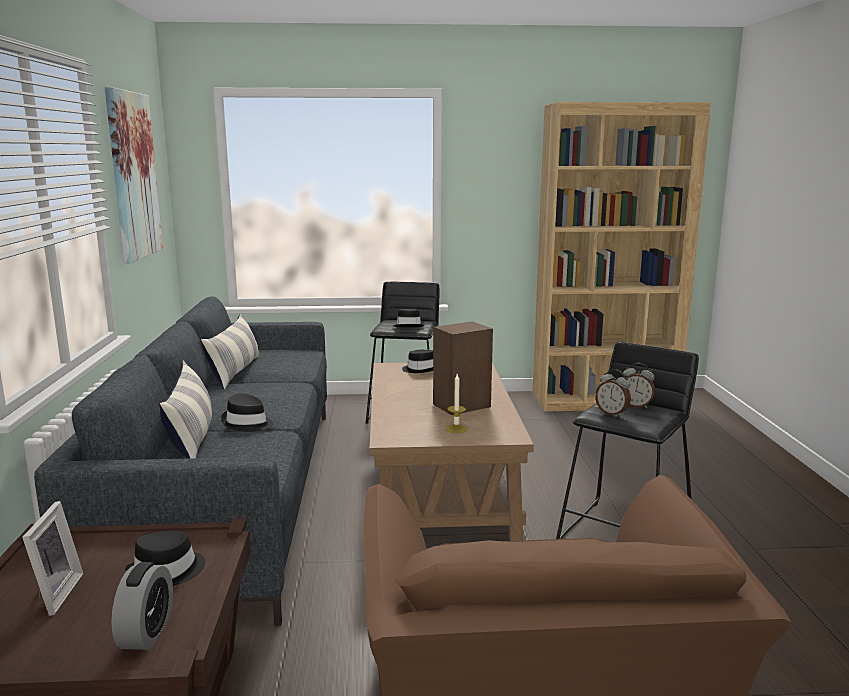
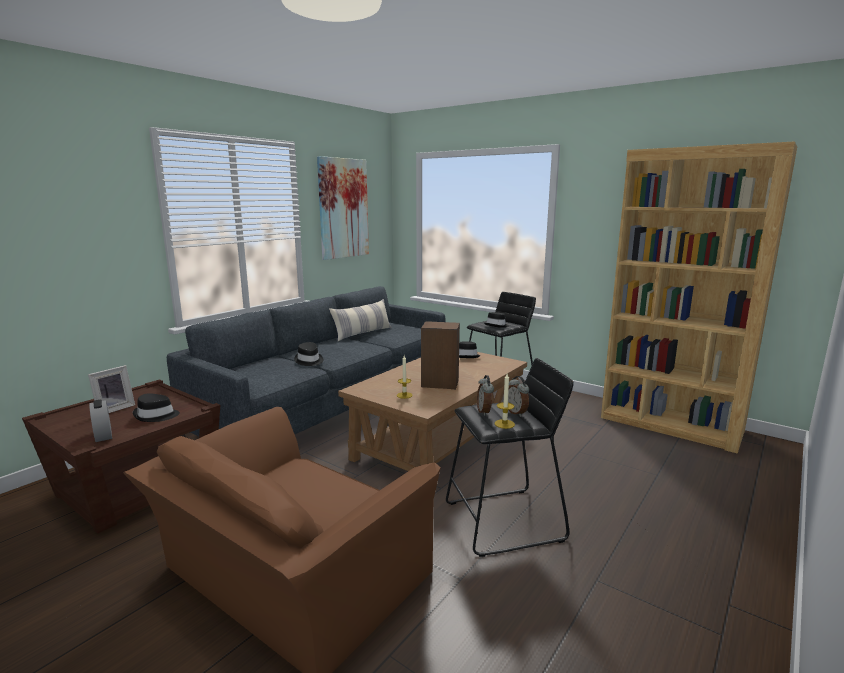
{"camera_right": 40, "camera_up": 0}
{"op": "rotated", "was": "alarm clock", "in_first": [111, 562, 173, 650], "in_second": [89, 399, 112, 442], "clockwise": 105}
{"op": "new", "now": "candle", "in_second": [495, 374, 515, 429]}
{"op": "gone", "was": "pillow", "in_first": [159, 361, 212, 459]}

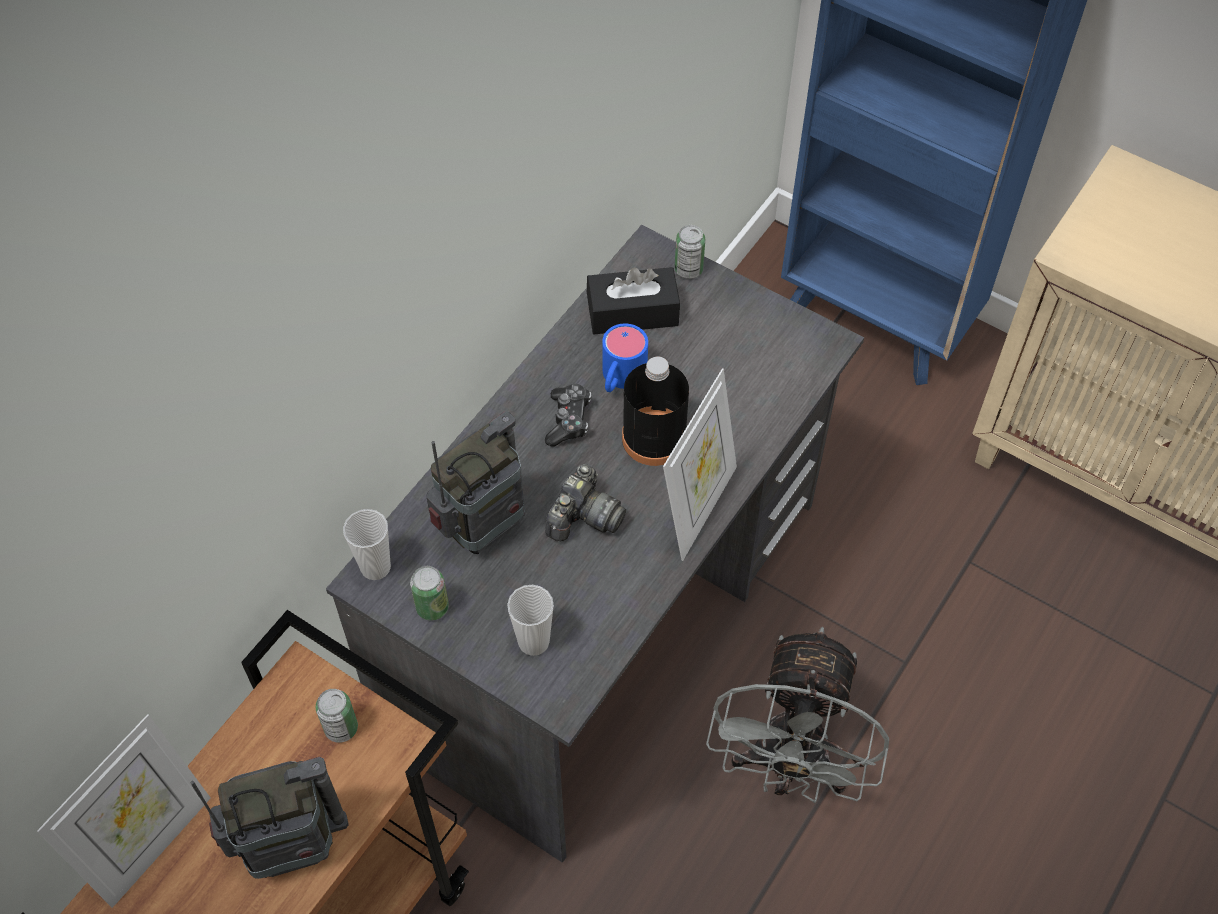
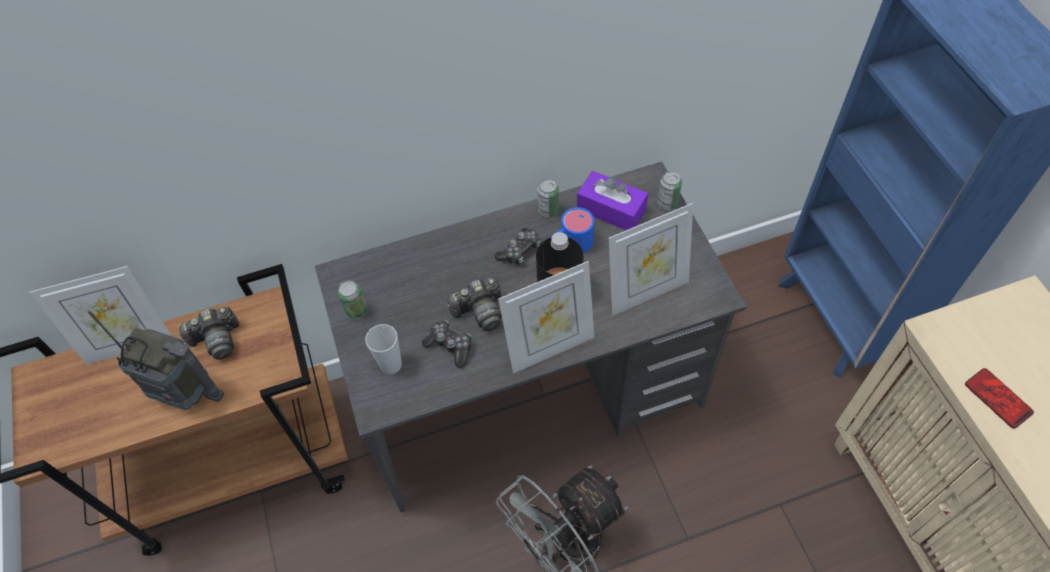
{"camera_right": 40, "camera_up": 0}
{"op": "new", "now": "photo camera", "in_second": [179, 307, 239, 360]}
{"op": "new", "now": "game controller", "in_second": [422, 320, 471, 368]}
{"op": "shifted", "was": "can", "in_first": [316, 689, 358, 743], "in_second": [537, 179, 559, 218]}
{"op": "repainted", "was": "black tissue box", "now": "purple tissue box", "in_first": [587, 267, 680, 334], "in_second": [577, 171, 648, 230]}
{"op": "new", "now": "picture frame", "in_second": [609, 203, 693, 315]}
{"op": "new", "now": "phone", "in_second": [965, 368, 1034, 429]}
{"op": "gone", "was": "cup", "in_first": [343, 509, 391, 580]}
{"op": "gone", "was": "radio", "in_first": [426, 411, 525, 554]}

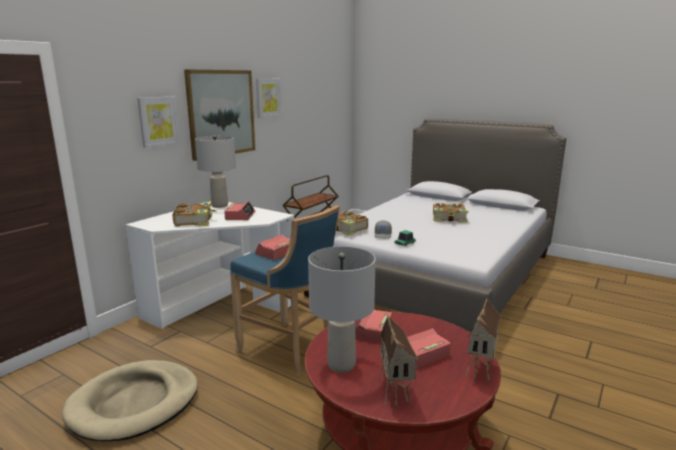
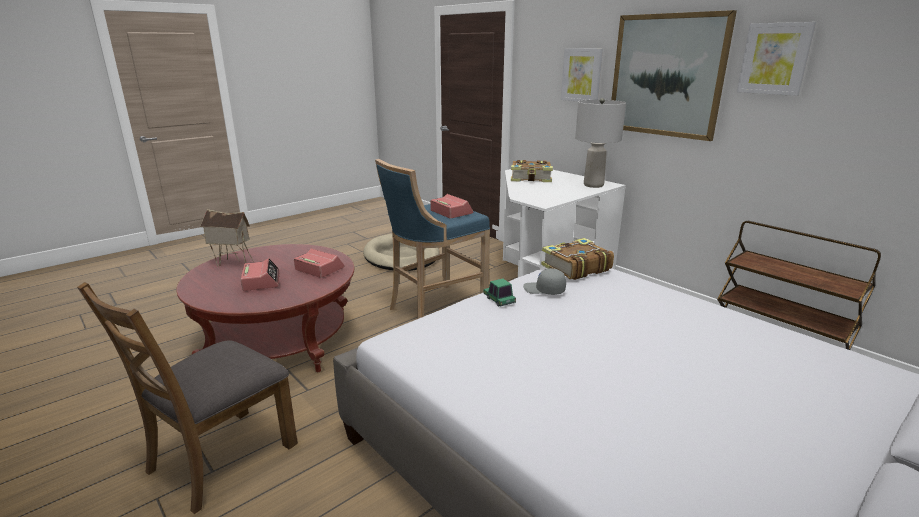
{"camera_right": 105, "camera_up": 5}
{"op": "new", "now": "brown chair", "in_second": [77, 282, 298, 514]}
{"op": "gone", "was": "alarm clock", "in_first": [224, 201, 255, 220]}
{"op": "gone", "was": "grey table lamp", "in_first": [308, 246, 376, 373]}
{"op": "gone", "was": "book", "in_first": [433, 203, 468, 222]}
{"op": "gone", "was": "toy house", "in_first": [466, 298, 501, 381]}

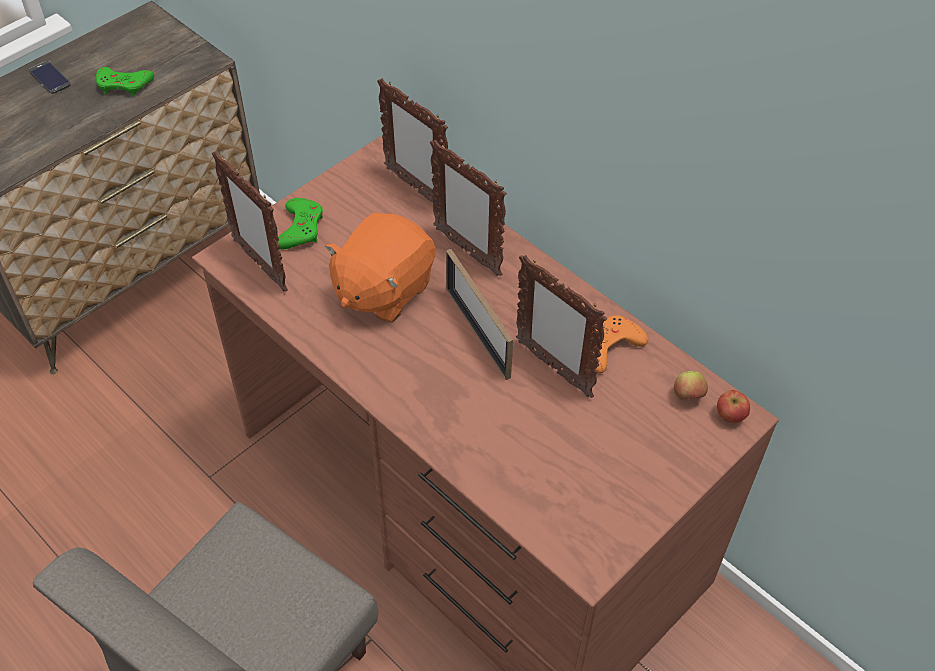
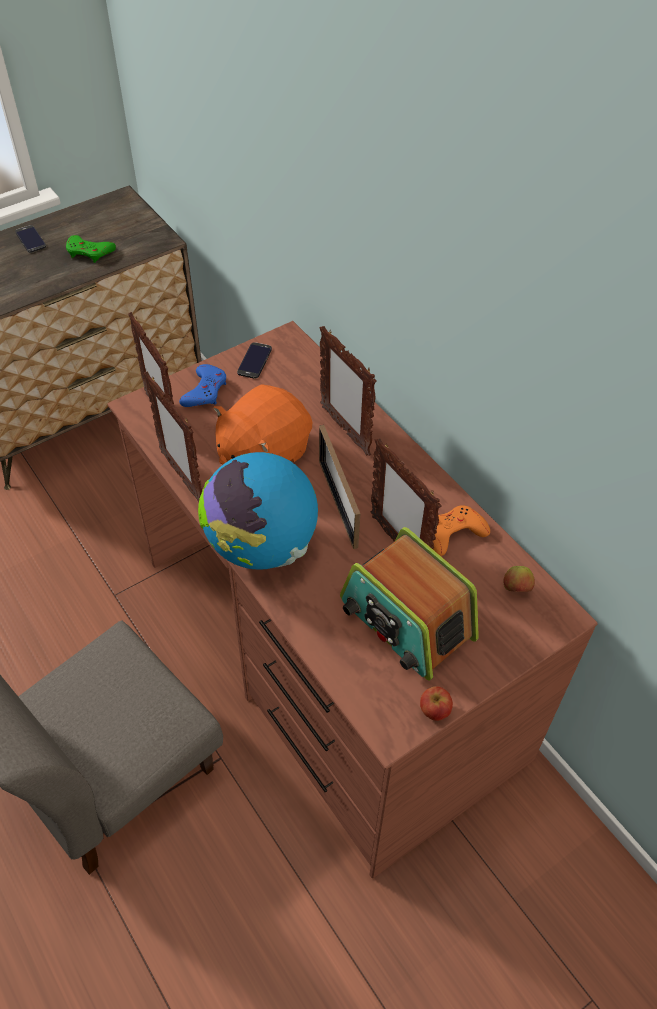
{"camera_right": 10, "camera_up": 0}
{"op": "shifted", "was": "picture frame", "in_first": [377, 78, 448, 207], "in_second": [144, 371, 202, 502]}
{"op": "repainted", "was": "green game controller", "now": "blue game controller", "in_first": [278, 198, 323, 249], "in_second": [179, 364, 226, 407]}
{"op": "new", "now": "globe", "in_second": [198, 452, 318, 570]}
{"op": "new", "now": "phone", "in_second": [237, 342, 272, 379]}
{"op": "new", "now": "radio", "in_second": [340, 527, 479, 681]}
{"op": "shifted", "was": "apple", "in_first": [717, 390, 750, 423], "in_second": [420, 686, 453, 721]}

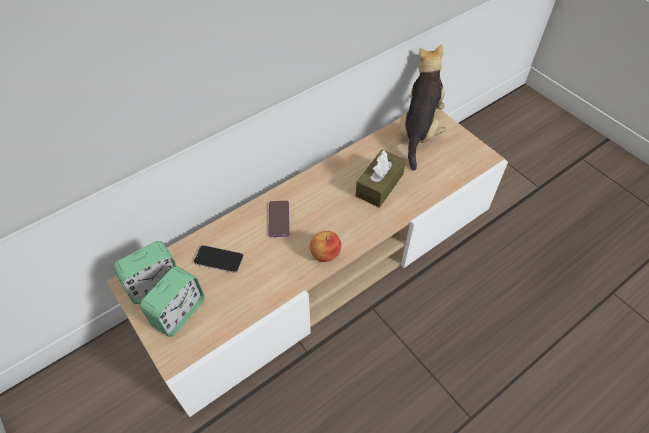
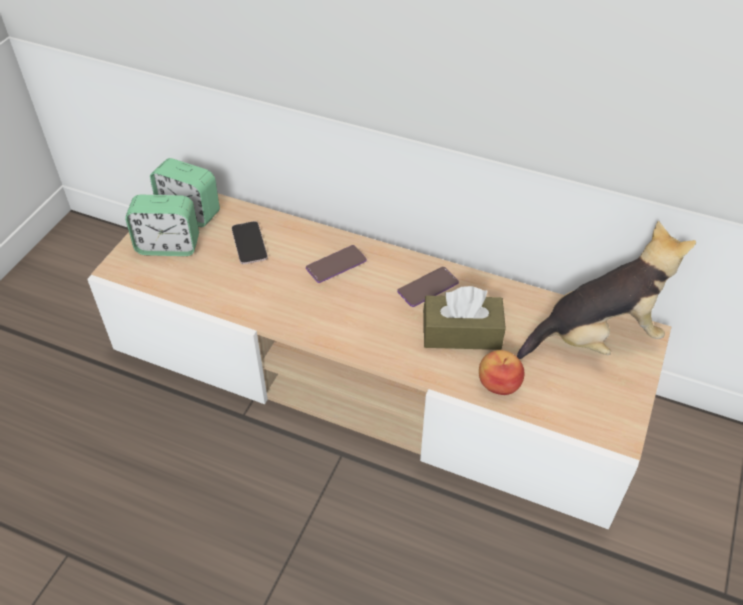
{"camera_right": 60, "camera_up": -5}
{"op": "new", "now": "phone", "in_second": [397, 267, 459, 307]}
{"op": "shifted", "was": "apple", "in_first": [310, 231, 341, 262], "in_second": [479, 350, 524, 395]}

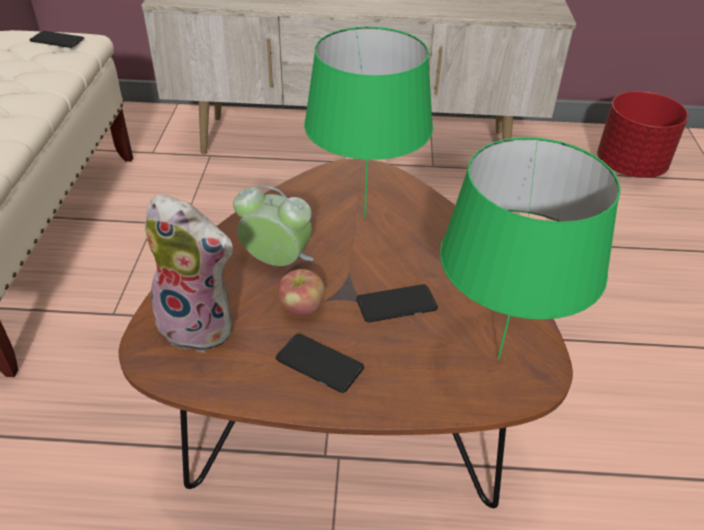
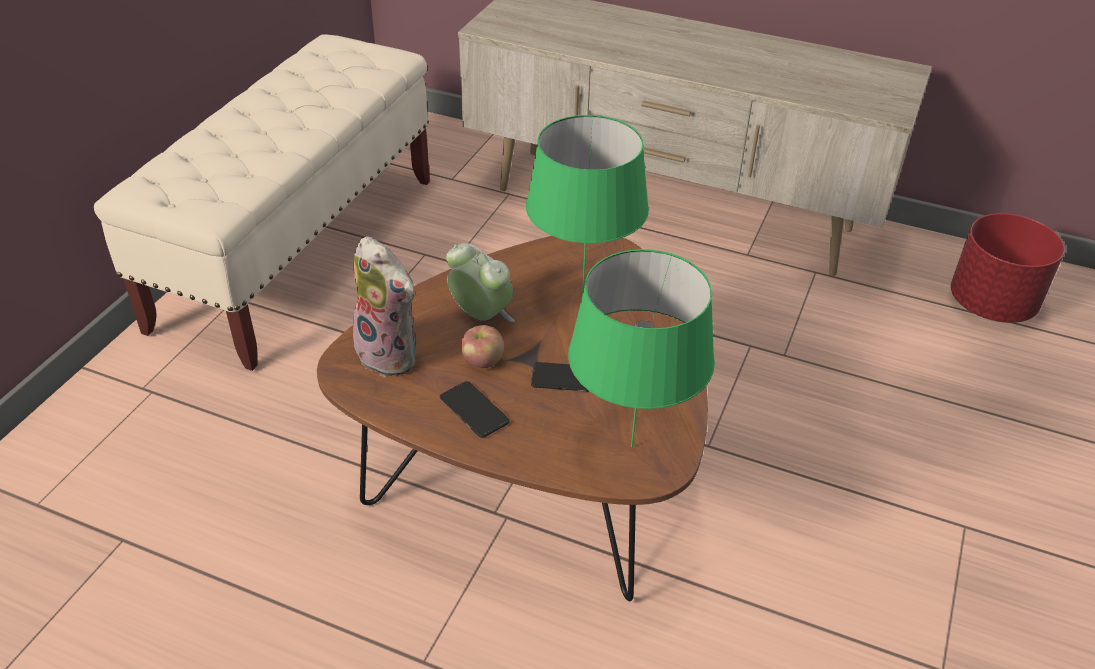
{"camera_right": 20, "camera_up": 0}
{"op": "gone", "was": "phone", "in_first": [30, 31, 84, 48]}

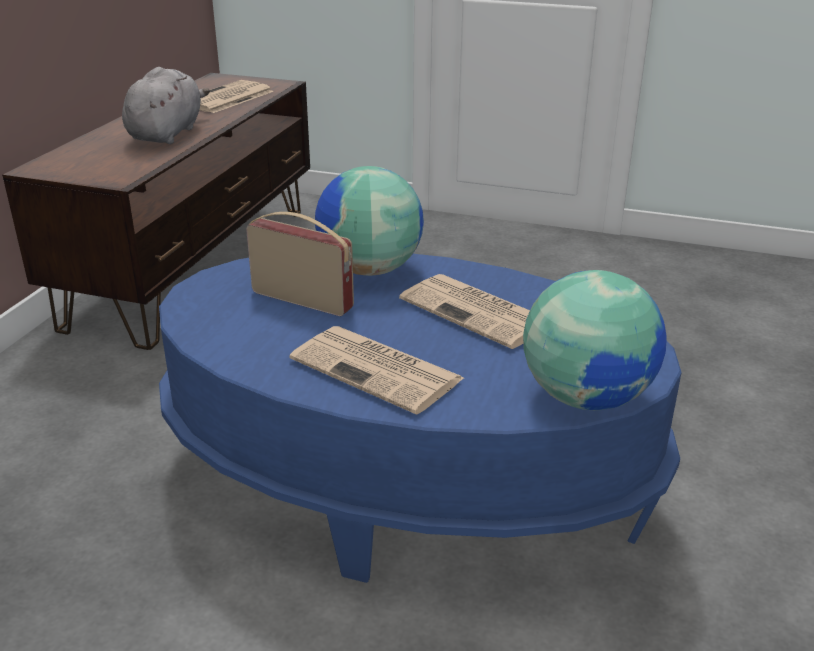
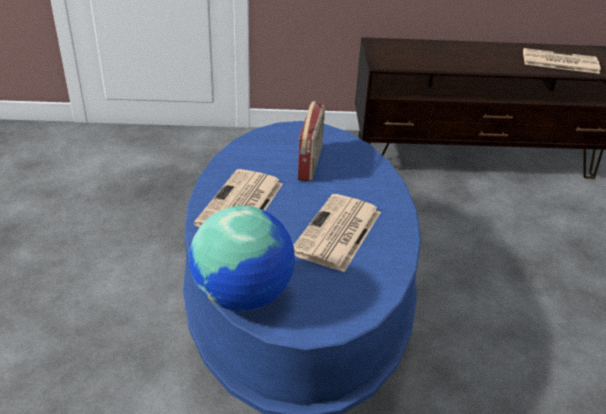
{"camera_right": 70, "camera_up": 5}
{"op": "gone", "was": "grey plush toy", "in_first": [122, 67, 210, 144]}
{"op": "gone", "was": "globe", "in_first": [315, 166, 424, 276]}

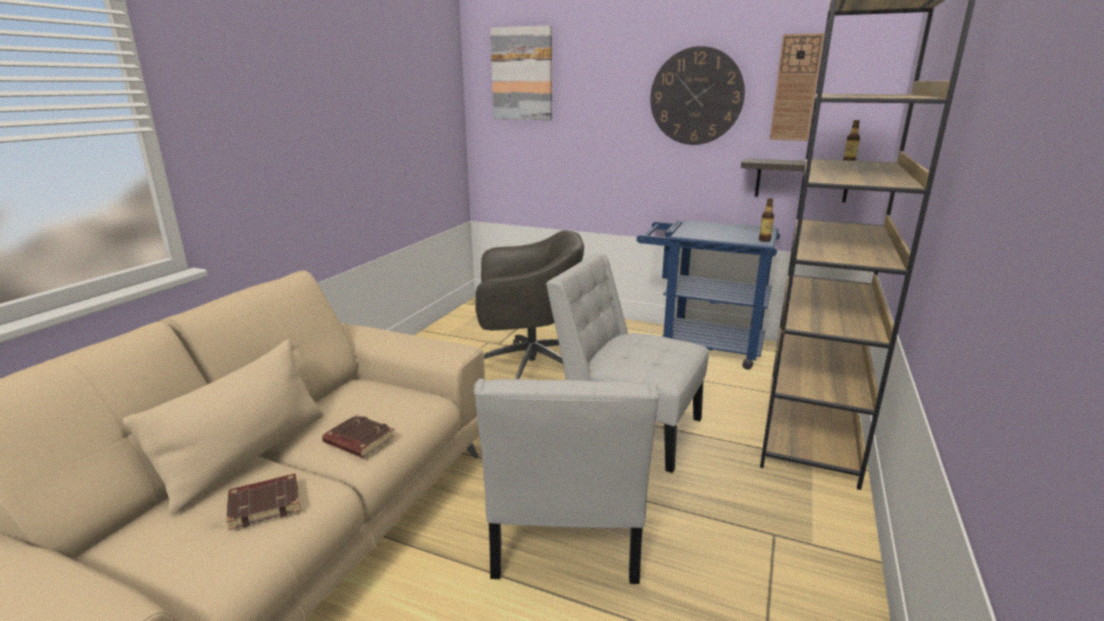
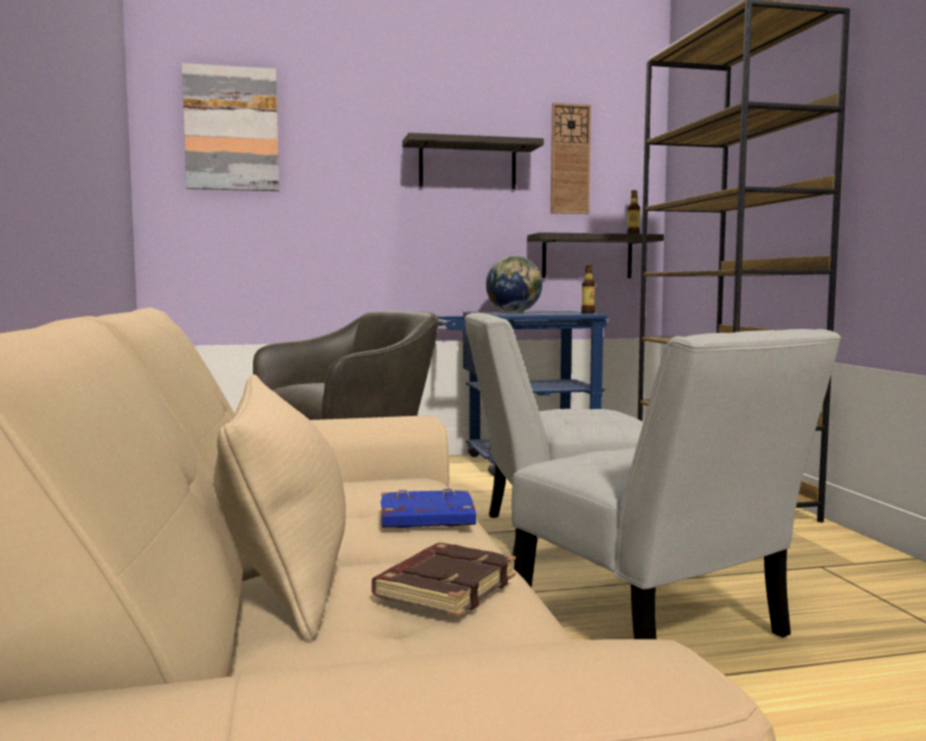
{"camera_right": -35, "camera_up": -15}
{"op": "repainted", "was": "brown book", "now": "blue book", "in_first": [322, 415, 395, 458], "in_second": [380, 489, 476, 528]}
{"op": "swapped", "was": "wall clock", "now": "shelf", "in_first": [650, 46, 745, 145], "in_second": [402, 133, 544, 189]}
{"op": "new", "now": "globe", "in_second": [486, 256, 542, 313]}

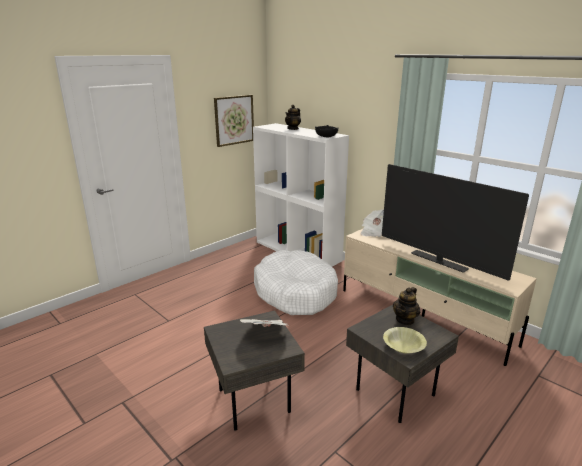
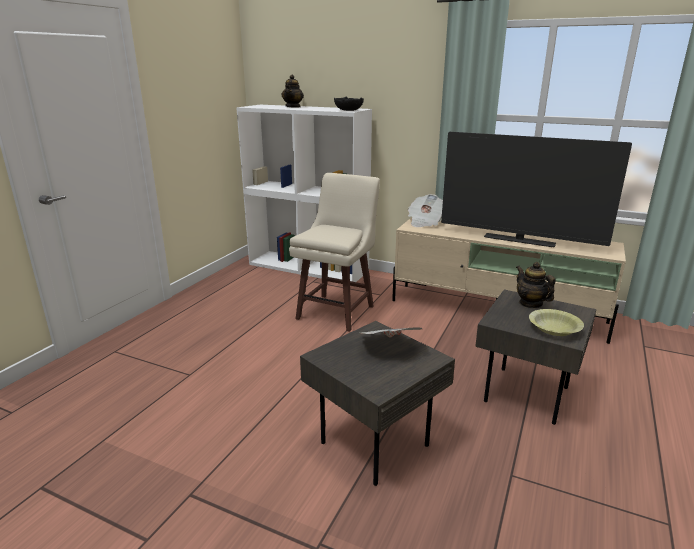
{"camera_right": -20, "camera_up": 0}
{"op": "swapped", "was": "white dog bed", "now": "beige stool", "in_first": [254, 250, 338, 315], "in_second": [289, 173, 380, 332]}
{"op": "rotated", "was": "teapot", "in_first": [393, 287, 420, 325], "in_second": [516, 262, 555, 309], "clockwise": 135}
{"op": "gone", "was": "picture", "in_first": [214, 95, 254, 147]}

